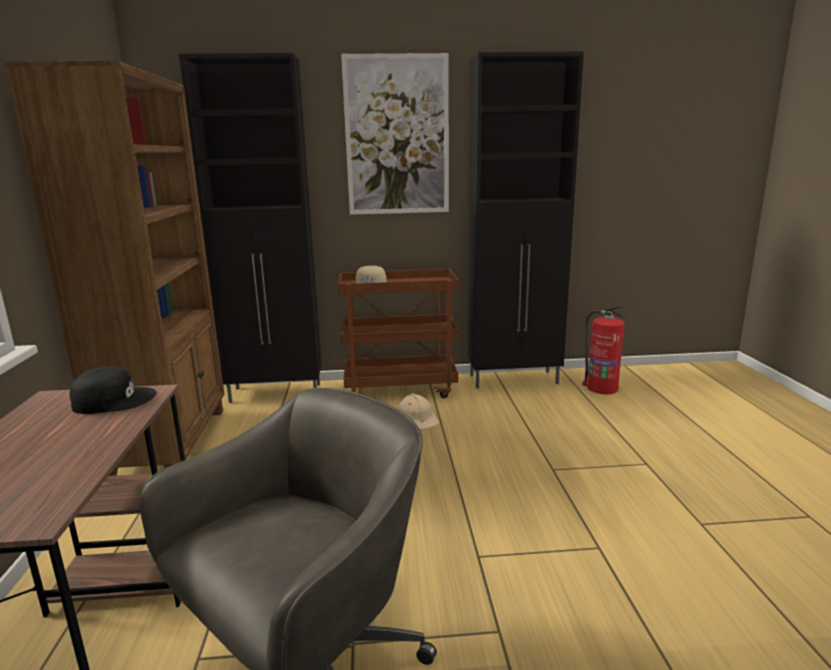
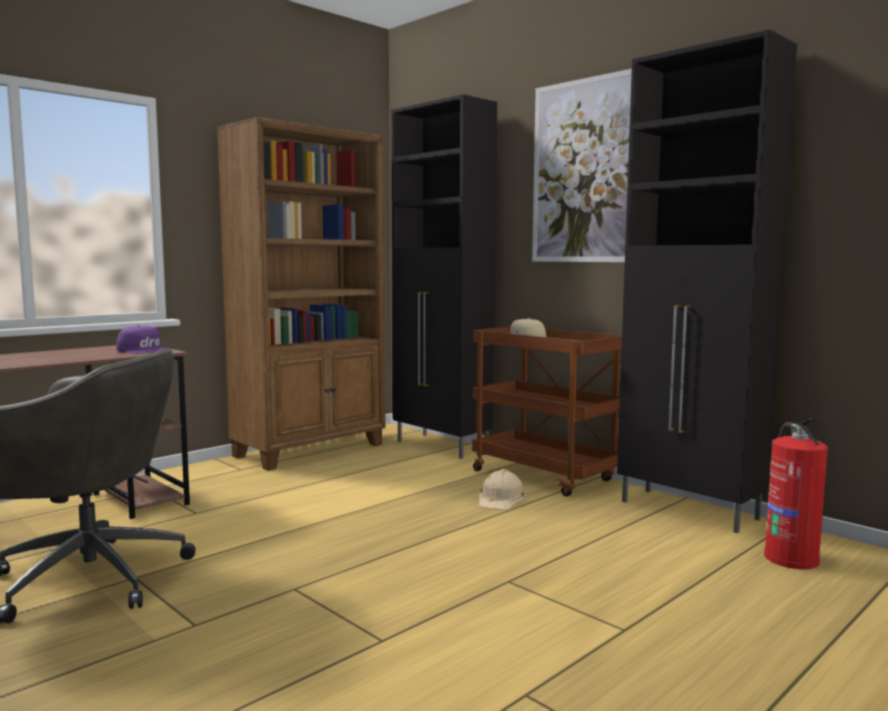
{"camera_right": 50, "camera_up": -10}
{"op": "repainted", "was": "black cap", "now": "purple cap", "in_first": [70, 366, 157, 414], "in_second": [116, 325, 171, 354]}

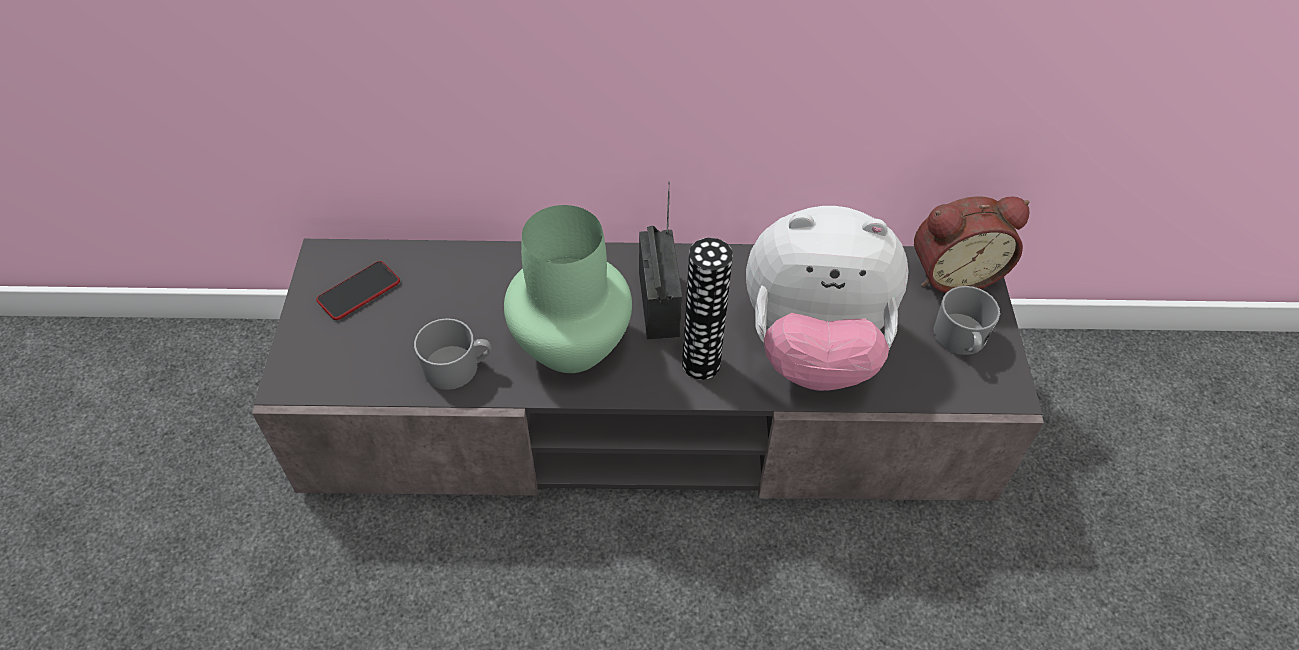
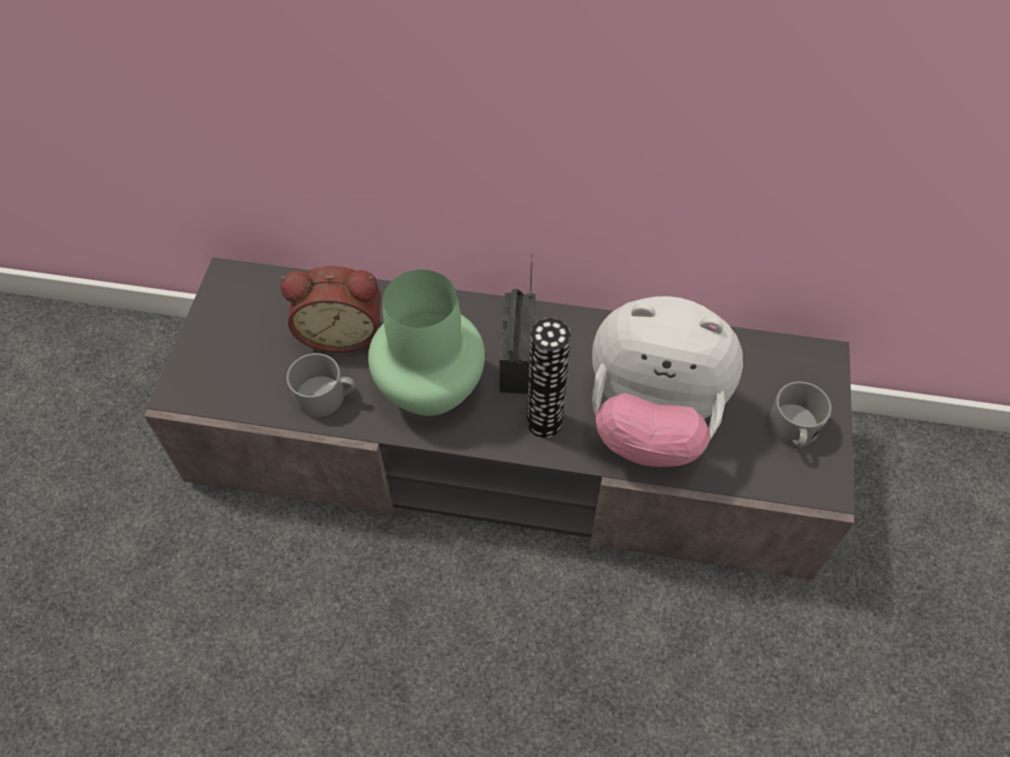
{"camera_right": 10, "camera_up": 5}
{"op": "shifted", "was": "alarm clock", "in_first": [914, 196, 1030, 293], "in_second": [280, 266, 381, 353]}
{"op": "gone", "was": "phone", "in_first": [316, 261, 400, 320]}

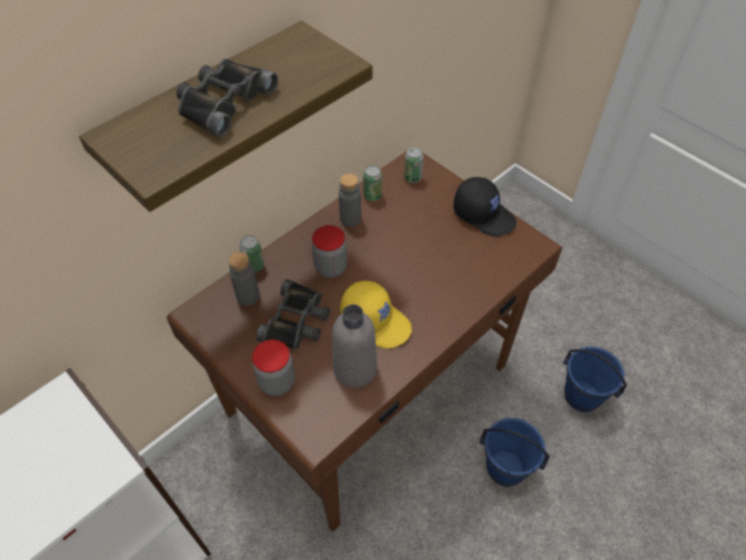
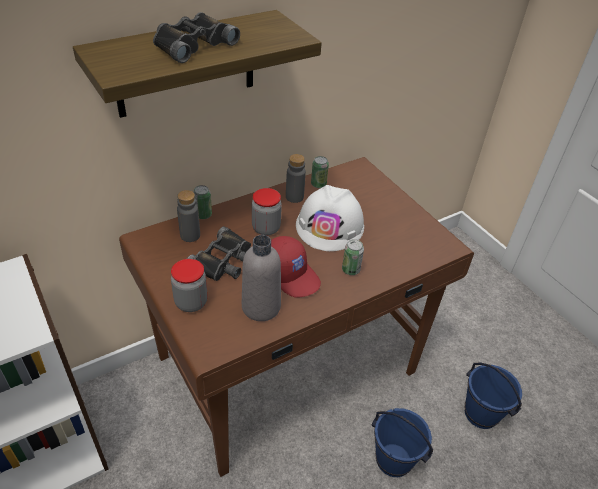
{"camera_right": 10, "camera_up": -10}
{"op": "repainted", "was": "yellow cap", "now": "red cap", "in_first": [340, 281, 412, 349], "in_second": [271, 236, 321, 298]}
{"op": "new", "now": "white hard hat", "in_second": [296, 185, 365, 251]}
{"op": "shifted", "was": "can", "in_first": [404, 147, 424, 183], "in_second": [342, 239, 364, 275]}
{"op": "gone", "was": "black cap", "in_first": [453, 177, 517, 237]}

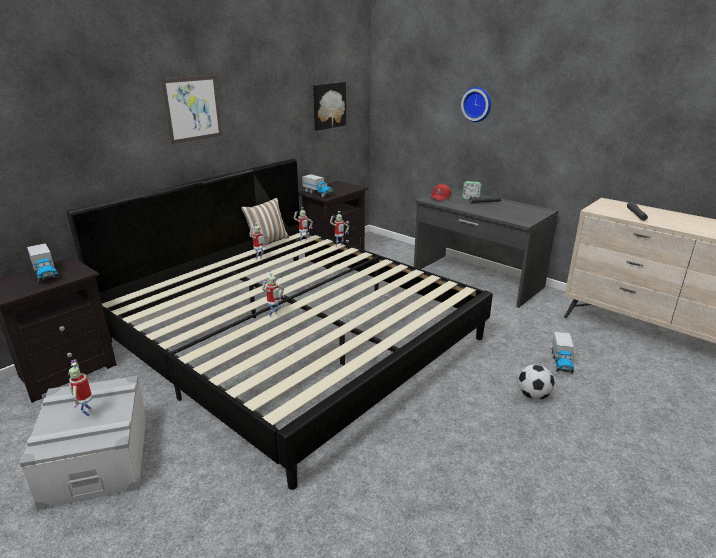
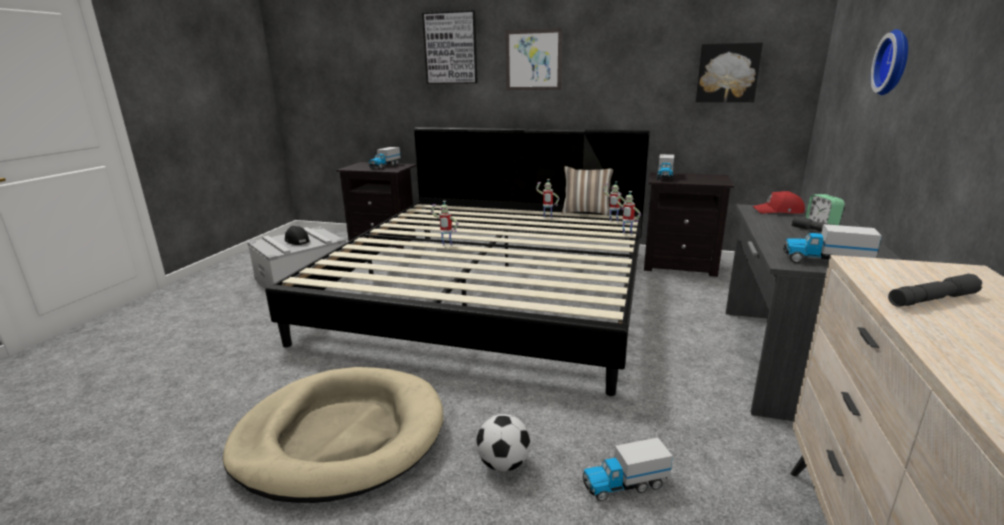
{"camera_right": 65, "camera_up": -5}
{"op": "new", "now": "beige dog bed", "in_second": [222, 367, 444, 503]}
{"op": "swapped", "was": "toy robot", "now": "black cap", "in_first": [68, 359, 93, 419], "in_second": [285, 226, 310, 245]}
{"op": "new", "now": "picture", "in_second": [422, 10, 478, 84]}
{"op": "new", "now": "toy truck", "in_second": [783, 224, 882, 263]}

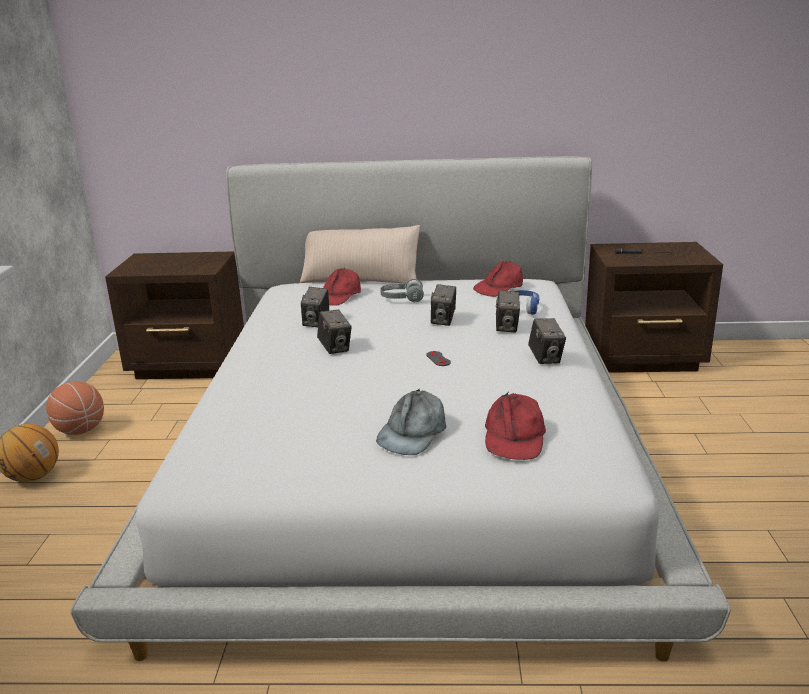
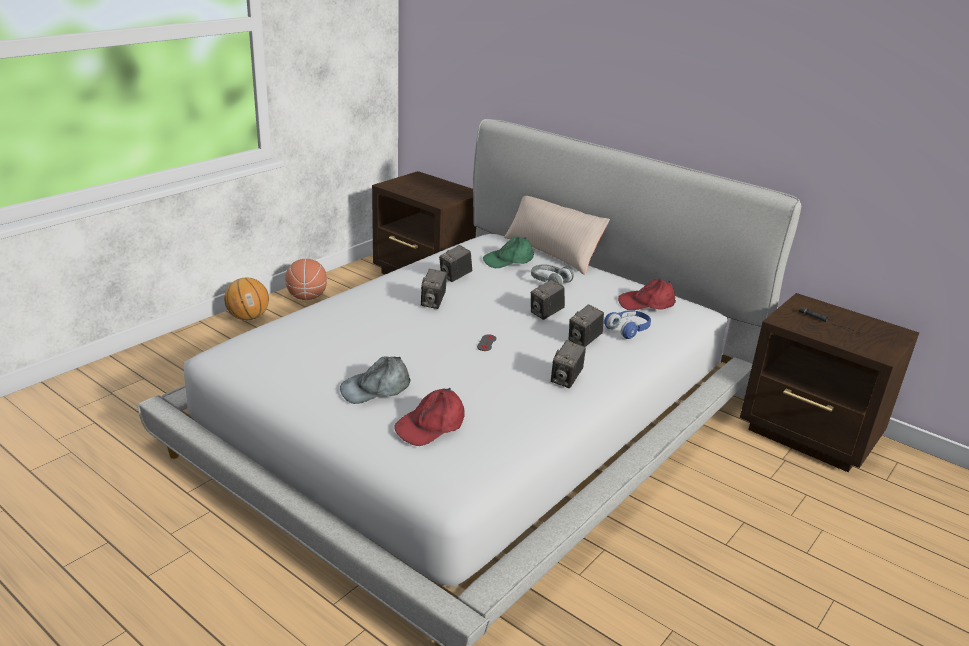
{"camera_right": 35, "camera_up": 5}
{"op": "repainted", "was": "red cap", "now": "green cap", "in_first": [323, 268, 361, 306], "in_second": [483, 237, 534, 268]}

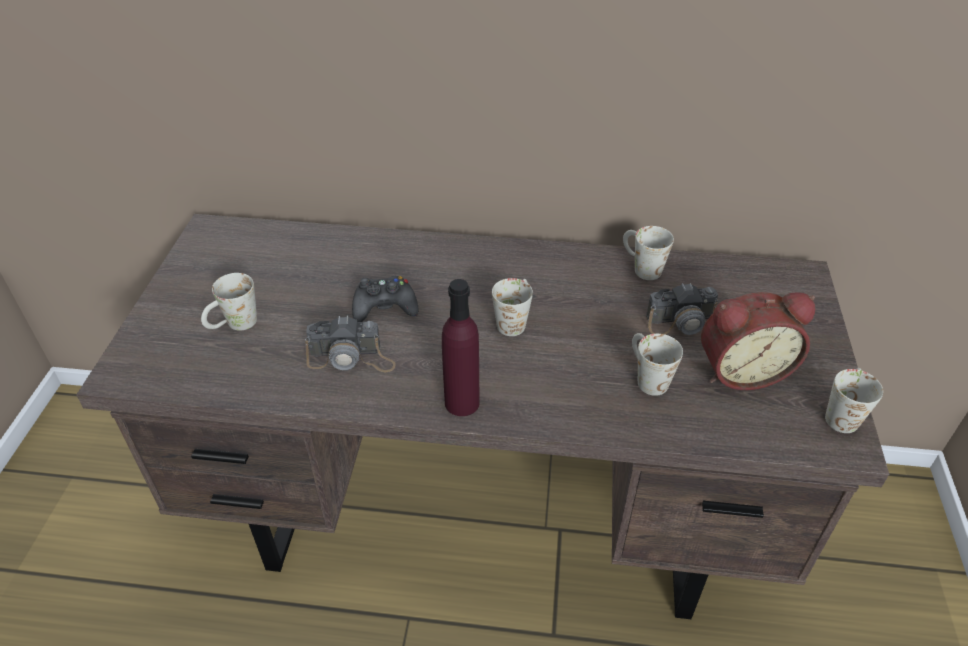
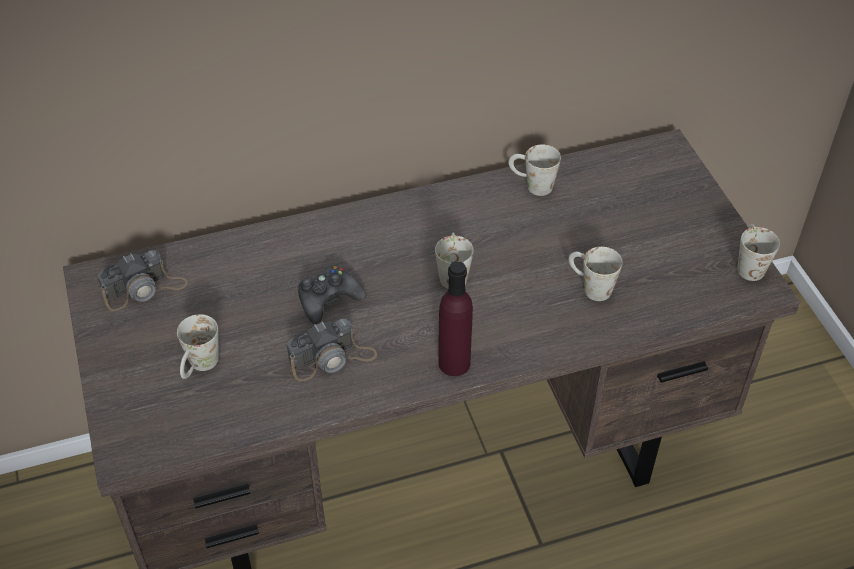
{"camera_right": -25, "camera_up": 5}
{"op": "shifted", "was": "photo camera", "in_first": [646, 283, 718, 335], "in_second": [97, 250, 188, 311]}
{"op": "gone", "was": "alarm clock", "in_first": [701, 292, 815, 390]}

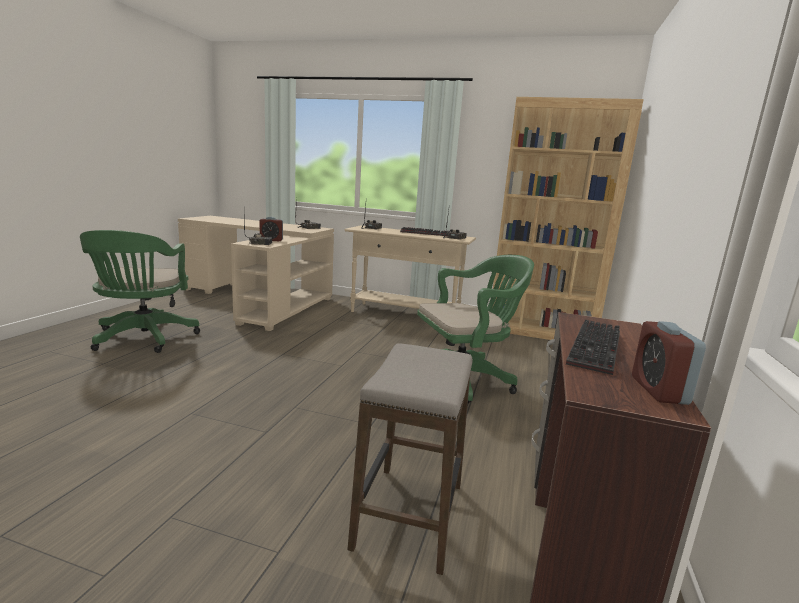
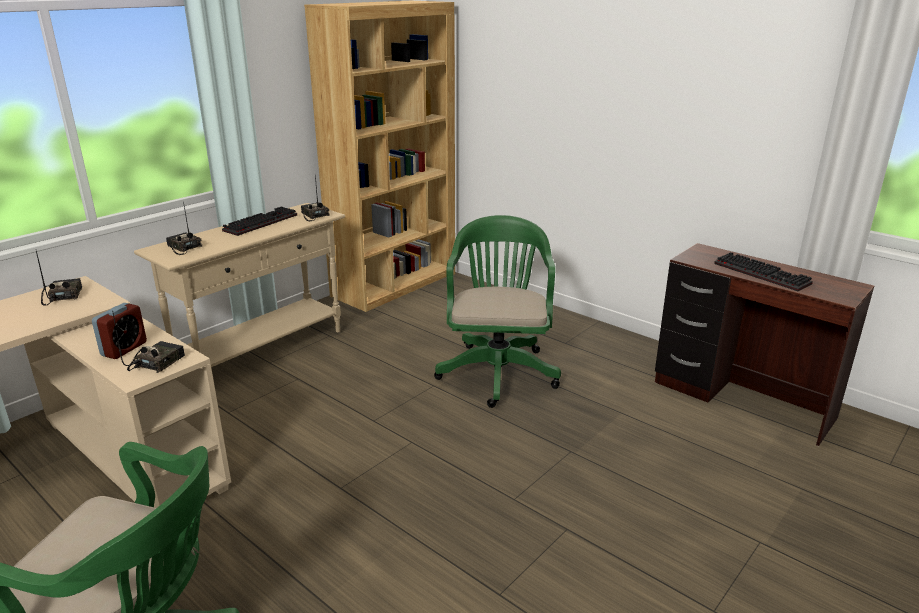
{"camera_right": -65, "camera_up": 10}
{"op": "gone", "was": "stool", "in_first": [347, 344, 473, 575]}
{"op": "gone", "was": "alarm clock", "in_first": [632, 321, 706, 405]}

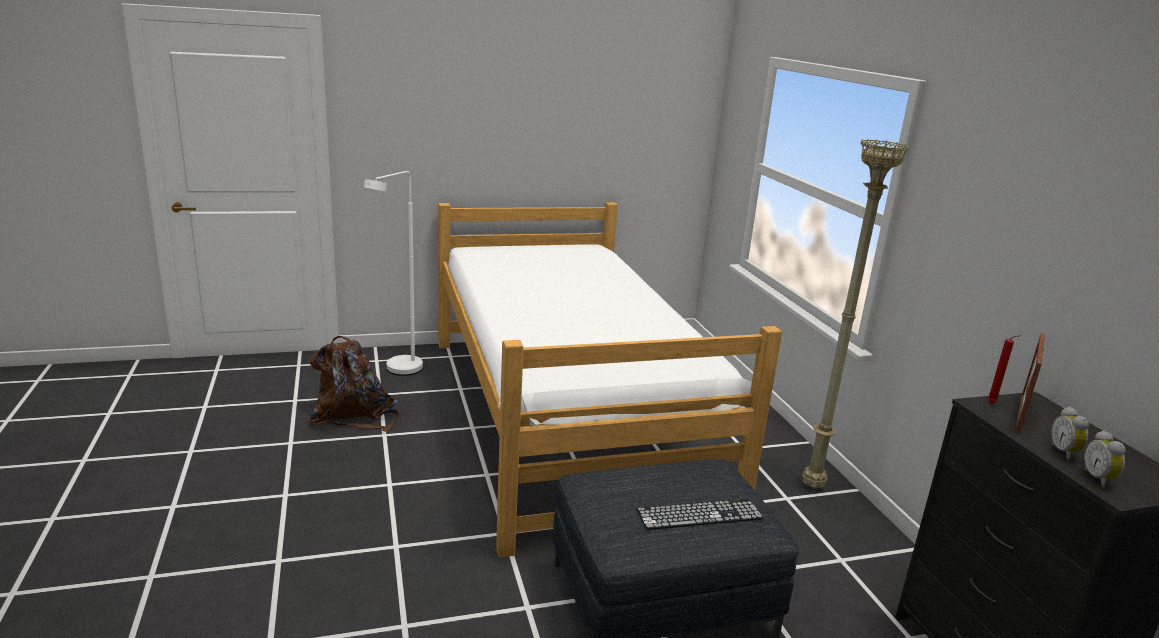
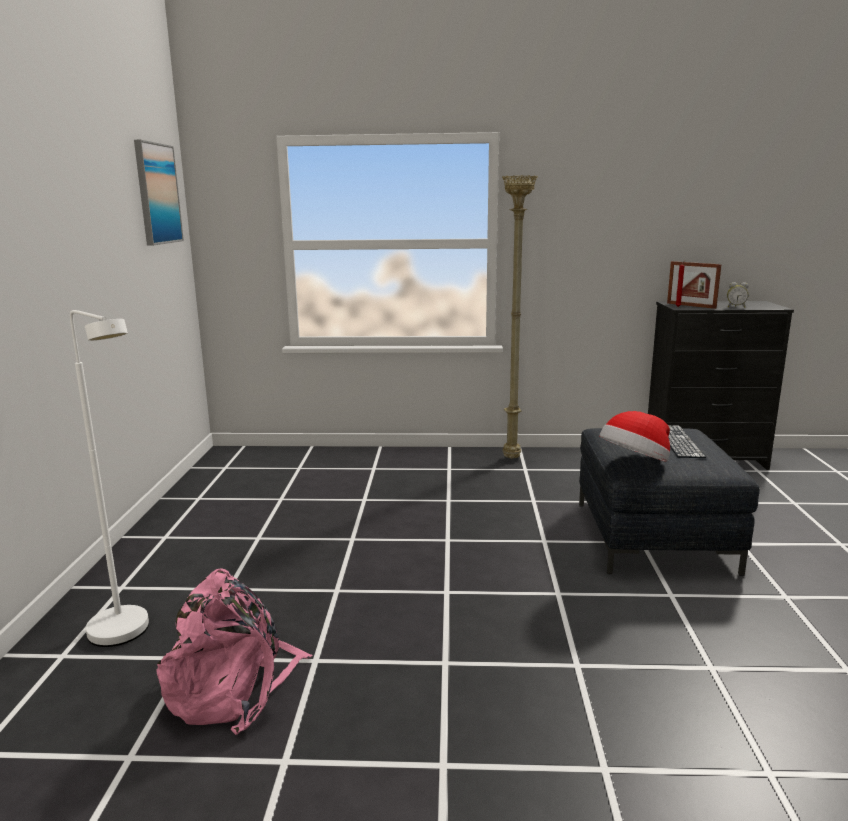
{"camera_right": -70, "camera_up": -5}
{"op": "new", "now": "picture", "in_second": [134, 140, 184, 246]}
{"op": "repainted", "was": "brown backpack", "now": "pink backpack", "in_first": [308, 336, 398, 432], "in_second": [156, 568, 313, 735]}
{"op": "new", "now": "hat", "in_second": [599, 411, 670, 462]}
{"op": "gone", "was": "bed", "in_first": [438, 202, 782, 558]}
{"op": "gone", "was": "alarm clock", "in_first": [1084, 430, 1126, 488]}

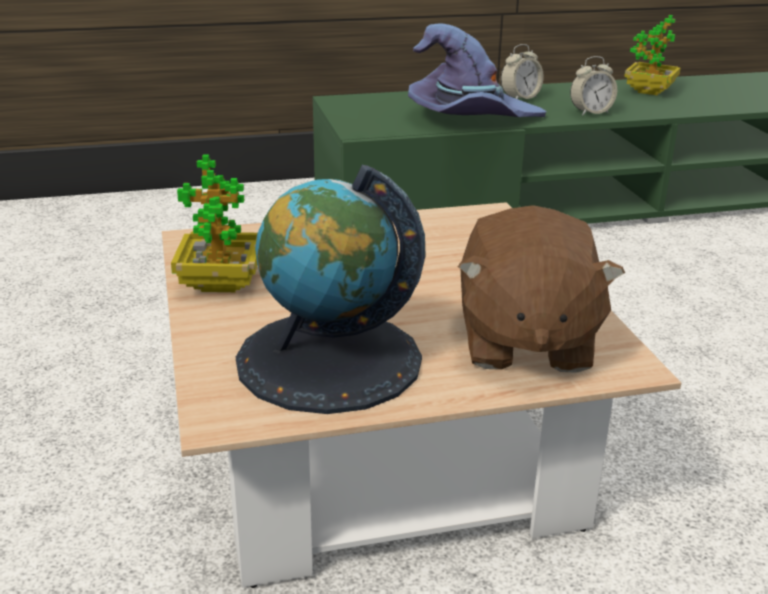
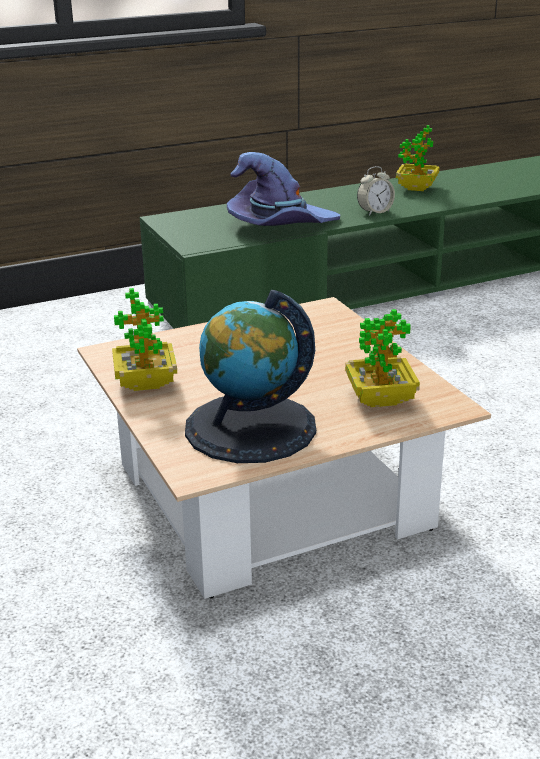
{"camera_right": -10, "camera_up": 0}
{"op": "swapped", "was": "brown plush toy", "now": "potted plant", "in_first": [458, 205, 625, 373], "in_second": [345, 309, 420, 407]}
{"op": "gone", "was": "alarm clock", "in_first": [501, 44, 544, 99]}

